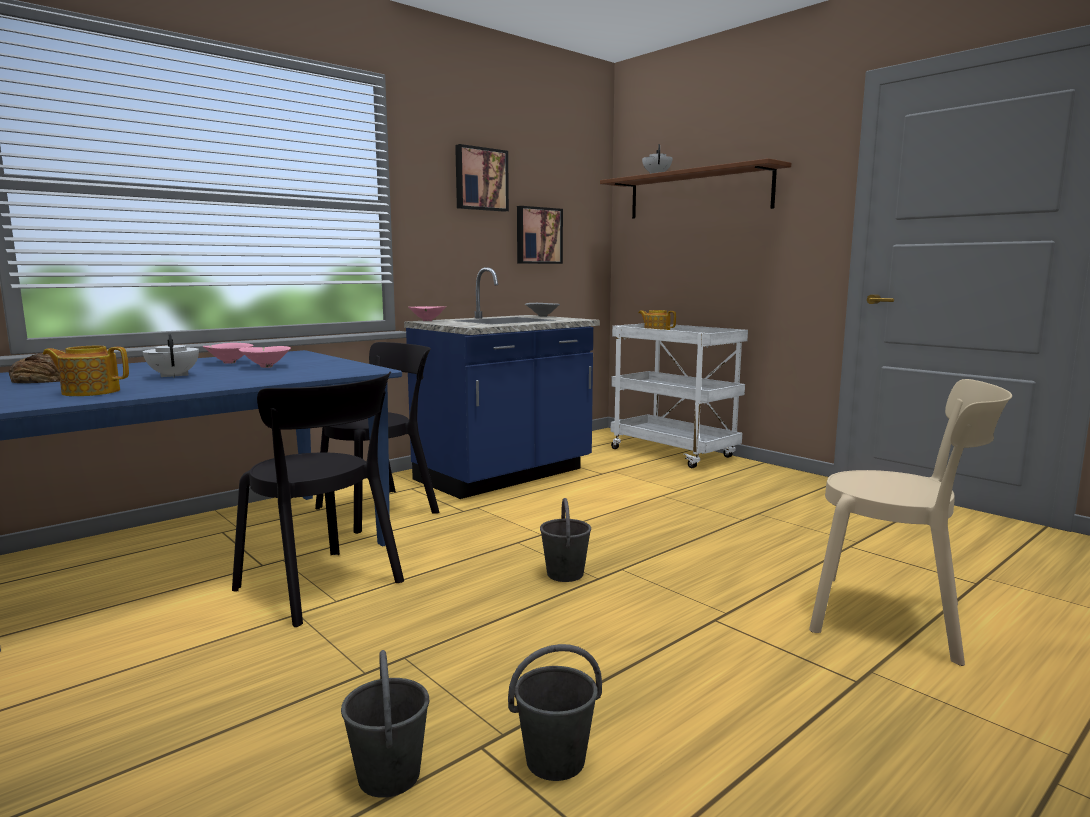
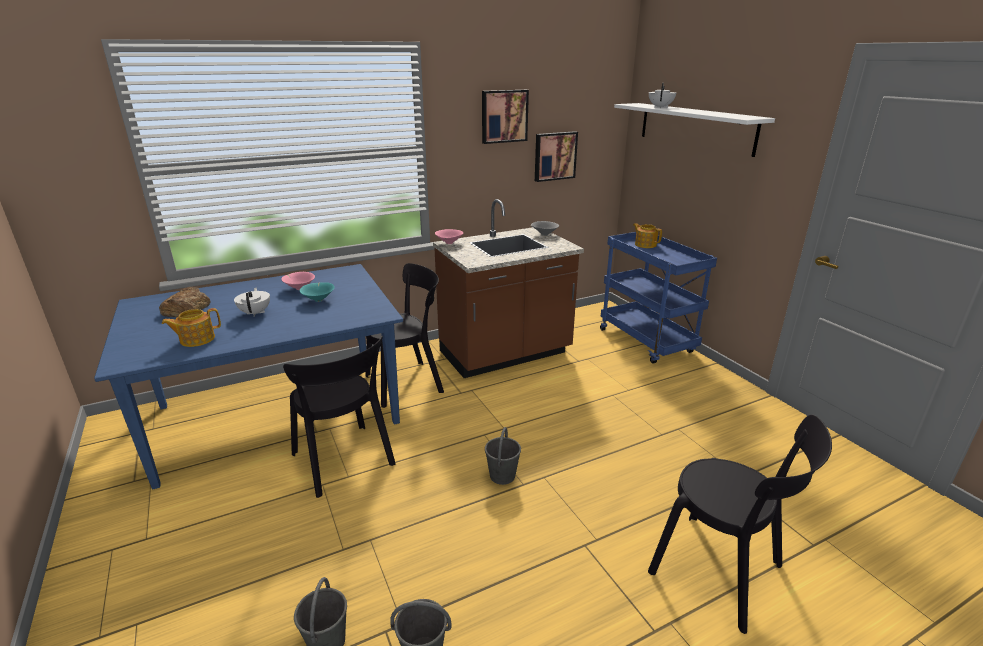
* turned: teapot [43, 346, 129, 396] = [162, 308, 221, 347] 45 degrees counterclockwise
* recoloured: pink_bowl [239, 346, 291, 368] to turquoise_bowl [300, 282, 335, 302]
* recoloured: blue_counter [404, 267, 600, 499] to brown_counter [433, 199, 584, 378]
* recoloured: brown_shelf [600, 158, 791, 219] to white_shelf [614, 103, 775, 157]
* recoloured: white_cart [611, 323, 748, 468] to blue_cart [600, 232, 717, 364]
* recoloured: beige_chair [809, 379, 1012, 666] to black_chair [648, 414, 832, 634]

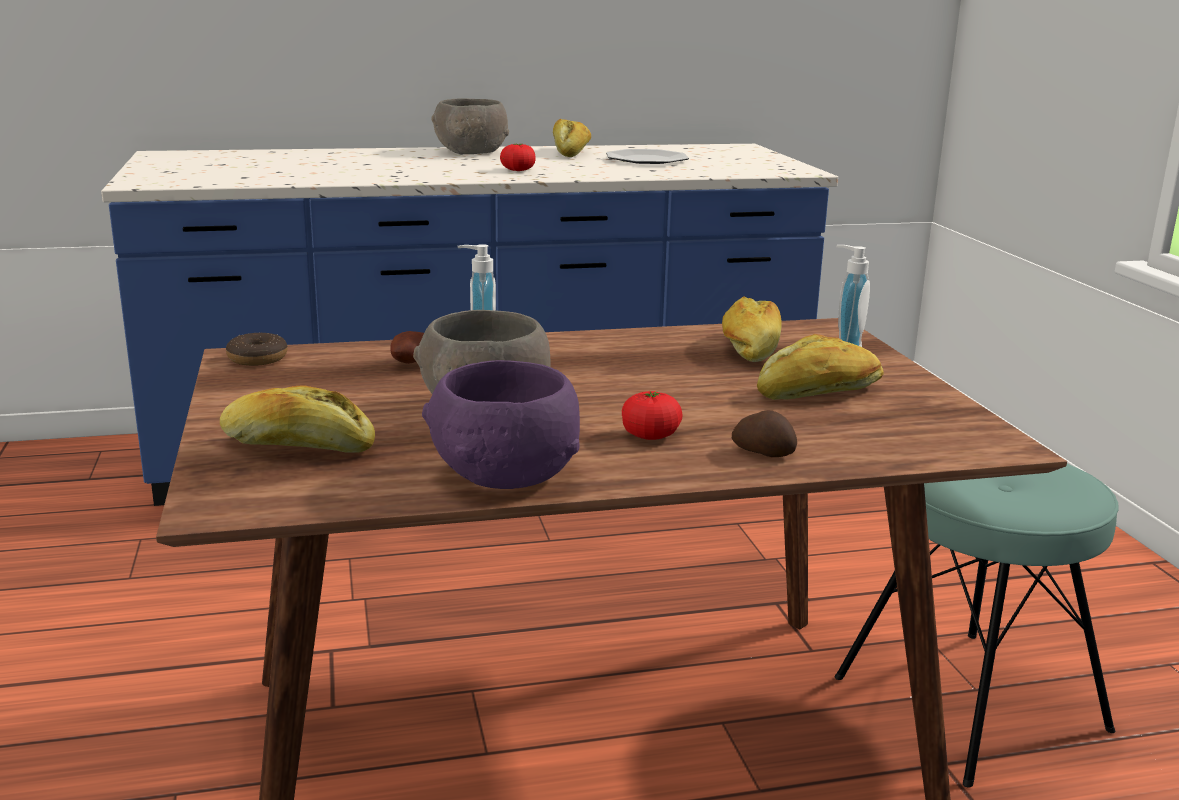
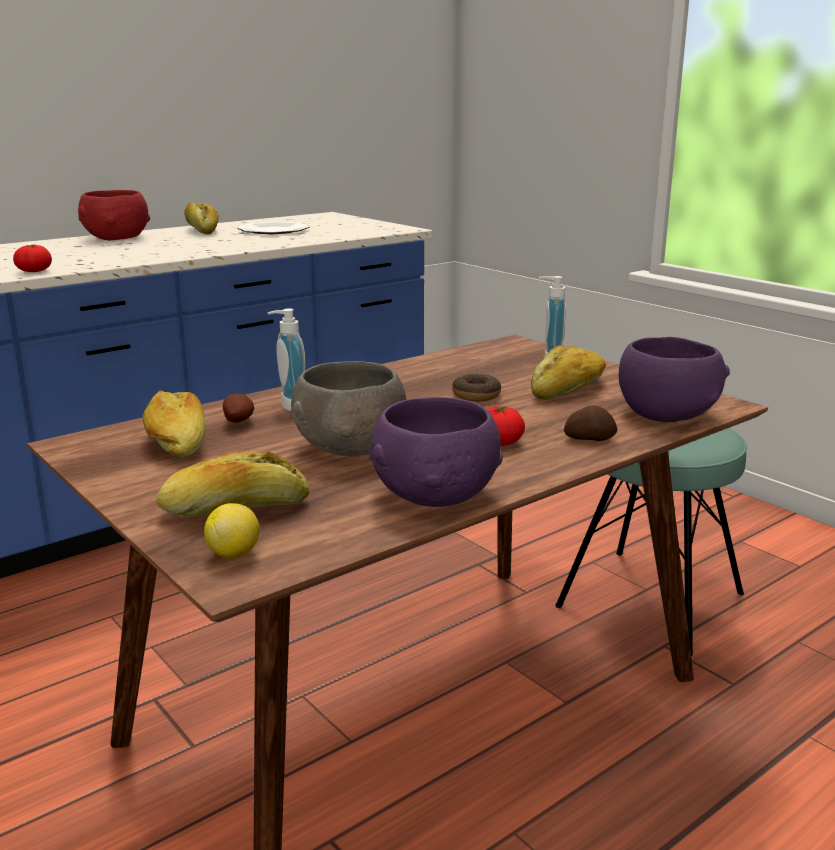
* moved: donut [226, 332, 288, 366] to [452, 374, 501, 401]
* recoloured: grey_bowl [431, 98, 509, 154] to red_bowl [78, 190, 150, 240]
* moved: tomato [500, 143, 536, 171] to [13, 245, 52, 272]
* moved: bread [722, 296, 782, 362] to [143, 390, 205, 457]
* added: lemon [204, 503, 260, 558]
* added: purple_bowl [619, 337, 730, 422]

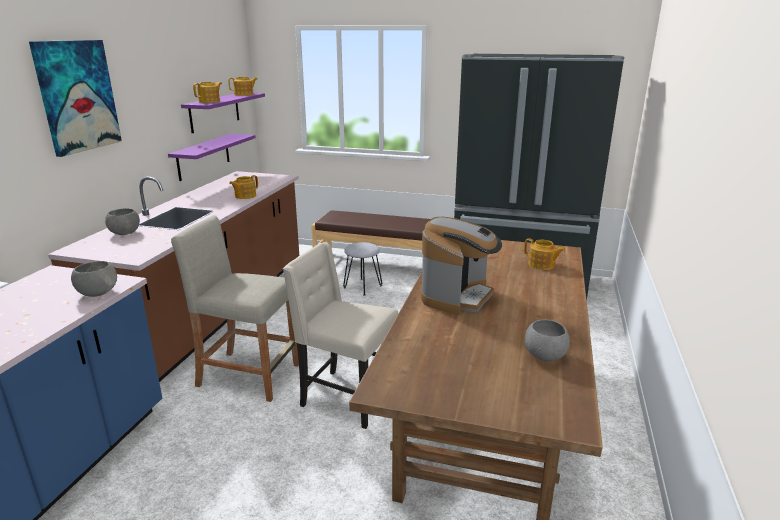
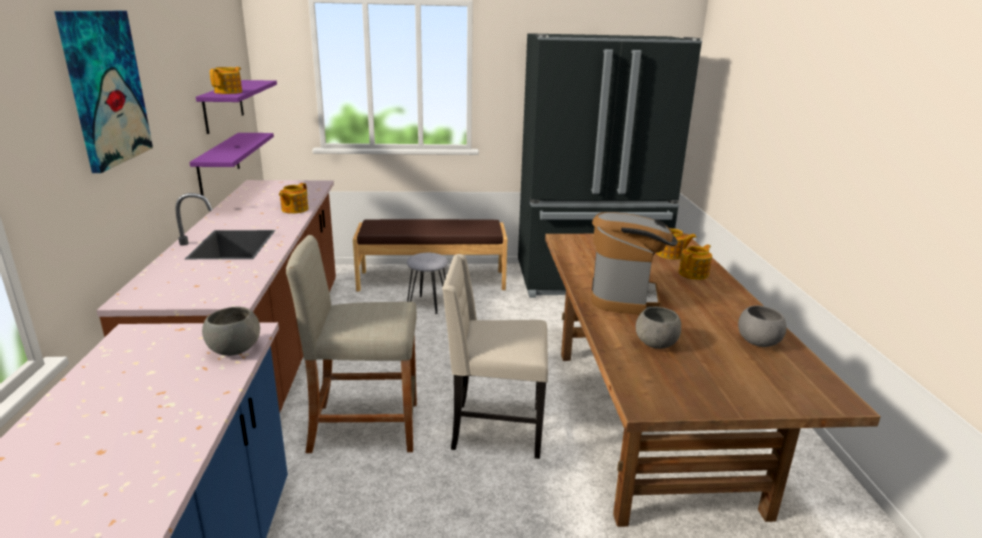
* moved: grey_bowl [105, 208, 140, 235] to [636, 307, 681, 349]
* moved: teapot [228, 77, 258, 96] to [679, 244, 712, 280]

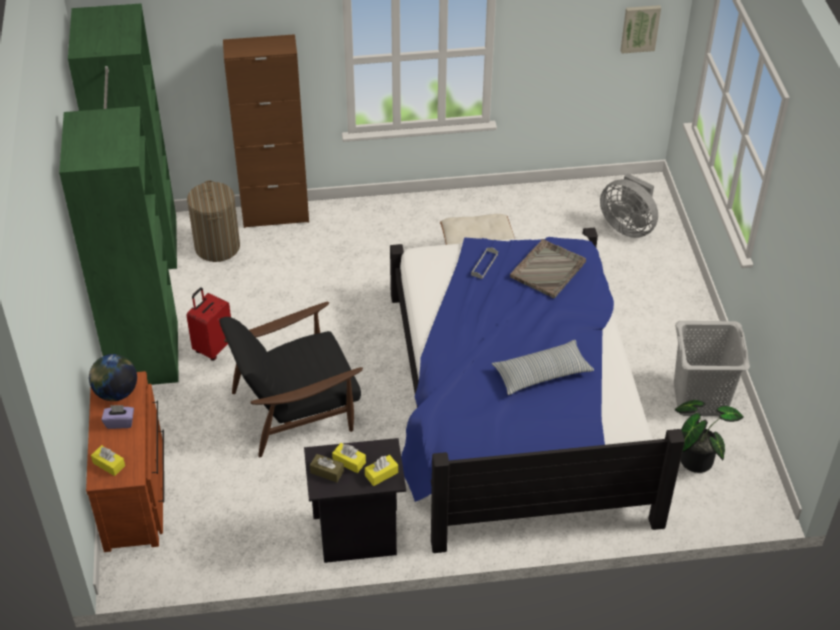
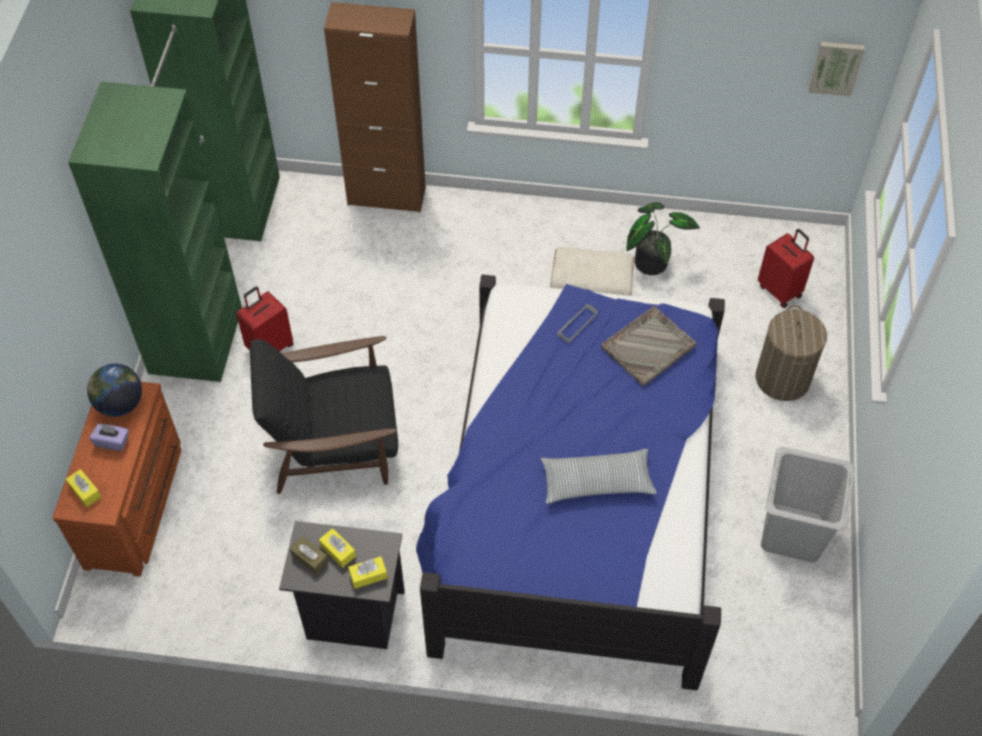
* moved: laundry_basket [187, 181, 240, 262] to [756, 305, 827, 401]
* replaced: grey_fan [600, 173, 658, 238] to red_suitcase [758, 229, 814, 308]
* moved: potted_plant [675, 400, 744, 473] to [626, 202, 700, 275]

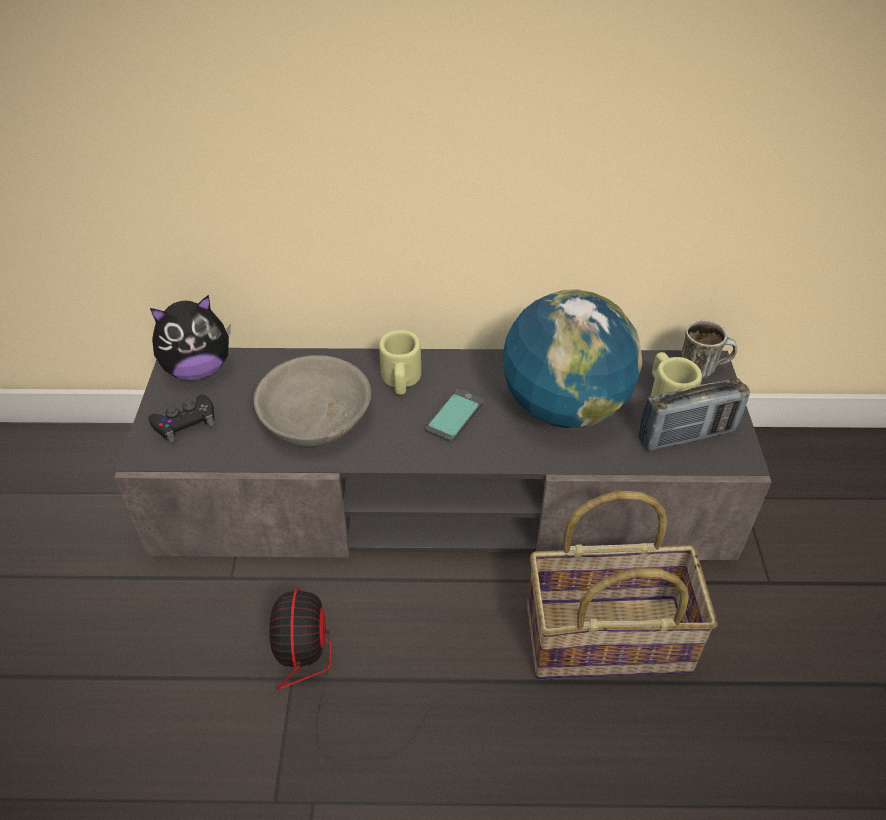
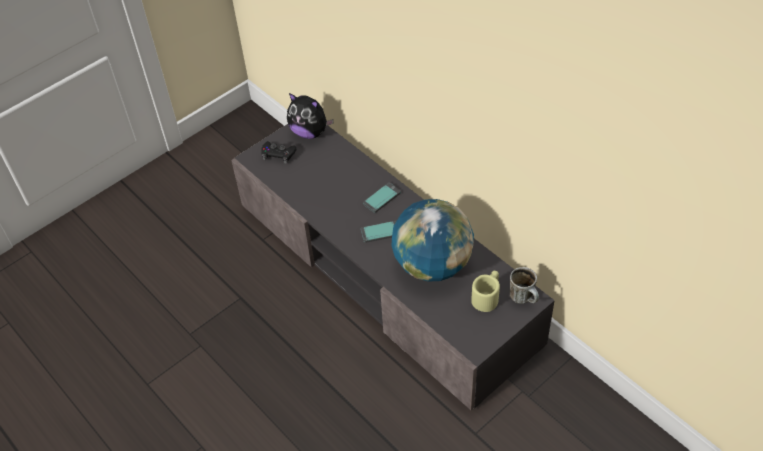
* removed: grey_bowl [254, 355, 371, 447]
* removed: fan [269, 588, 483, 761]
* replaced: beige_mug [379, 330, 421, 395] to phone [363, 183, 401, 213]
* removed: basket [527, 491, 718, 679]
* removed: radio [639, 378, 750, 451]

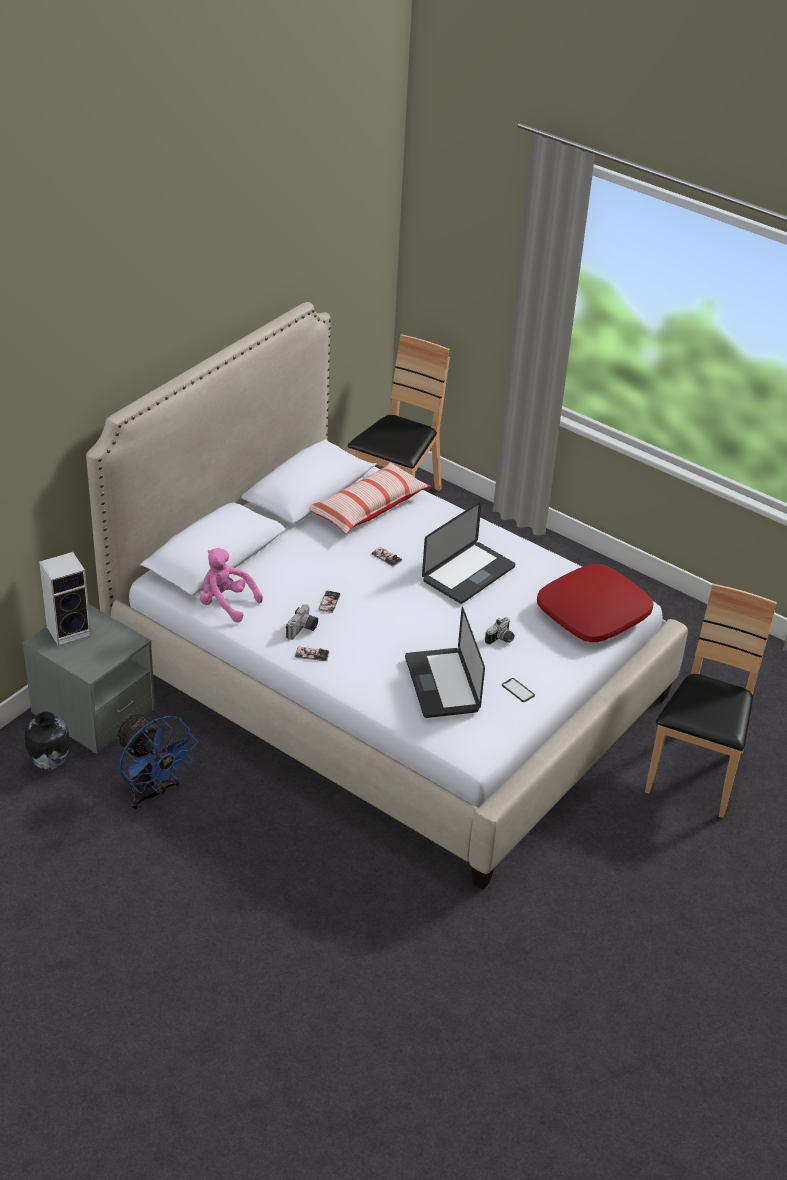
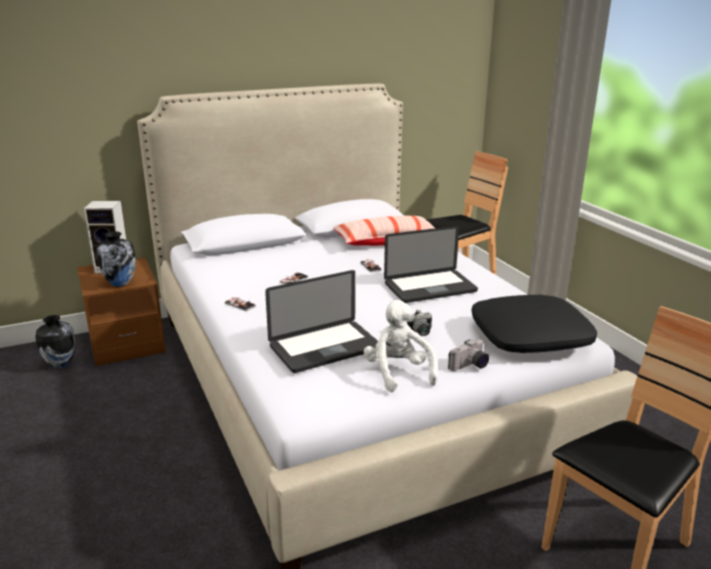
* recoloured: grey_nightstand [22, 604, 155, 754] to brown_nightstand [77, 257, 166, 366]
* removed: blue_fan [115, 713, 198, 810]
* removed: pink_plush_toy [200, 548, 263, 622]
* moved: photo_camera [286, 604, 318, 640] to [448, 339, 489, 371]
* turned: laptop [405, 607, 485, 718] = [265, 270, 378, 373] 135 degrees counterclockwise
* replaced: phone [502, 678, 535, 702] to white_plush_toy [364, 300, 438, 392]
* recoloured: red_pillow [537, 564, 653, 642] to black_pillow [472, 295, 597, 353]
* added: vase [97, 232, 136, 287]

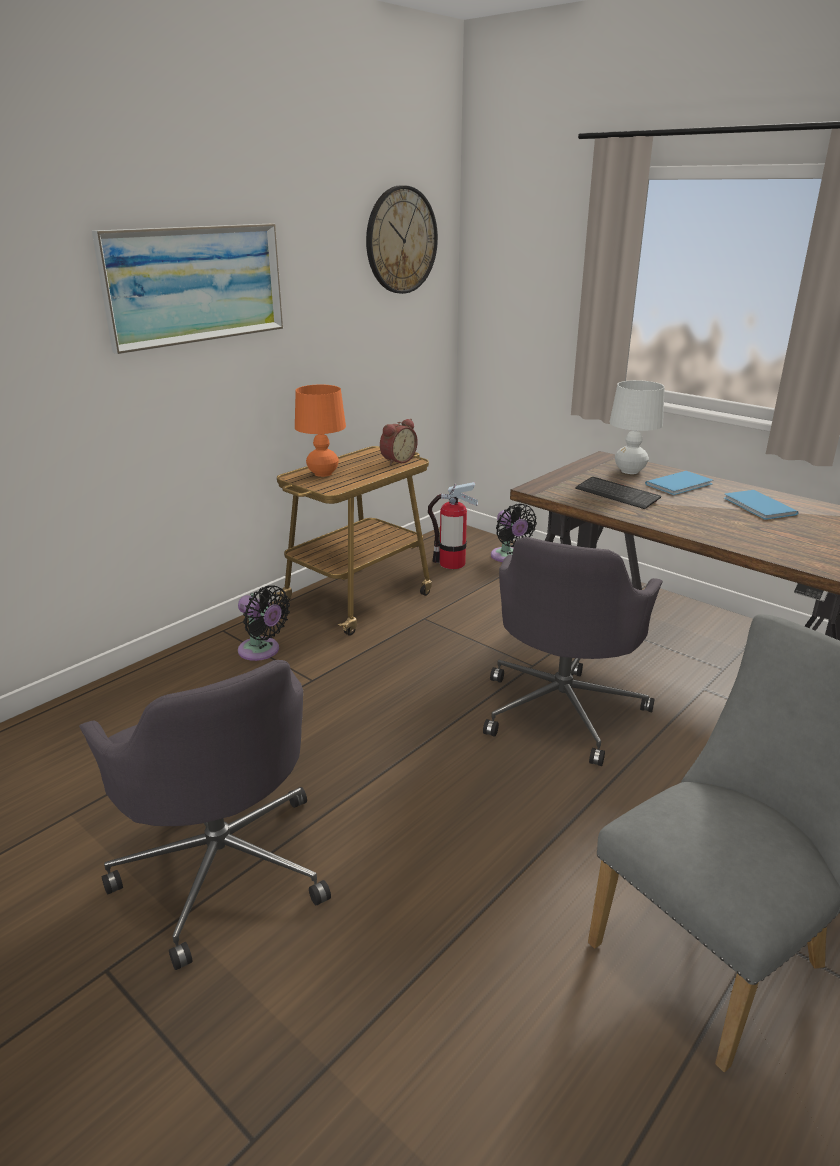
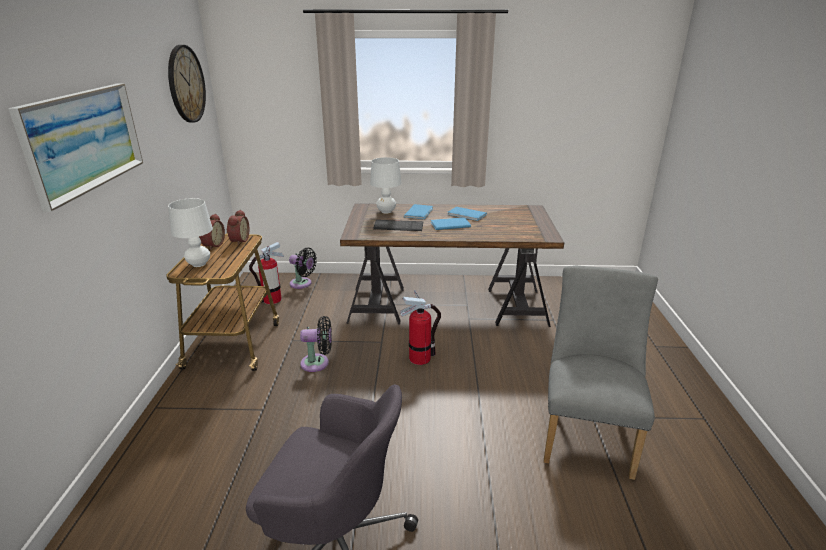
* moved: black_fan [238, 585, 290, 661] to [300, 316, 332, 372]
* recoloured: orange_table_lamp [295, 385, 346, 477] to white_table_lamp [168, 198, 213, 267]
* replaced: grey_office_chair [483, 537, 663, 766] to fire_extinguisher [400, 290, 441, 365]
* added: alarm_clock [199, 214, 225, 250]
* added: blue_book [431, 217, 471, 230]

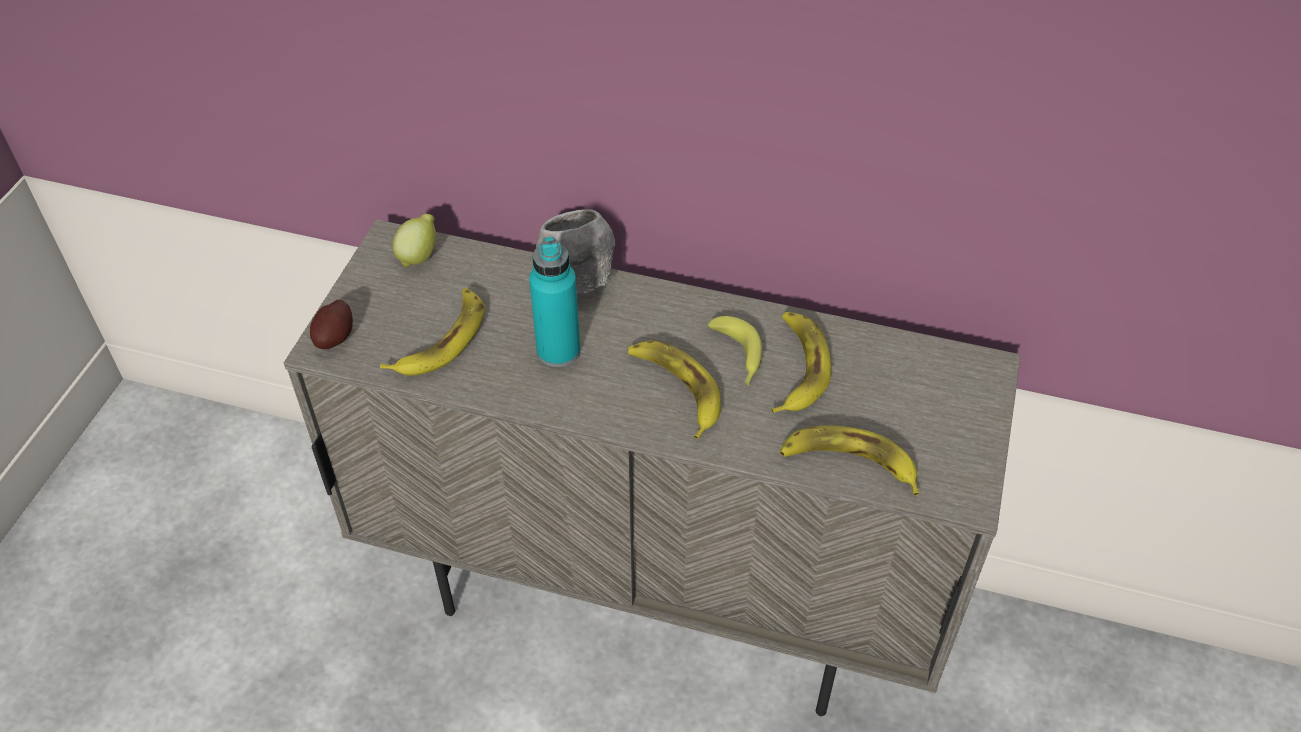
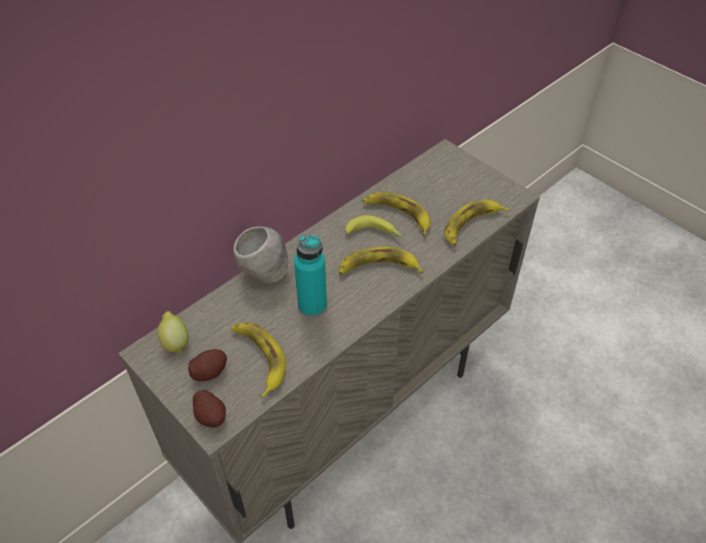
* added: potato [188, 349, 227, 381]

